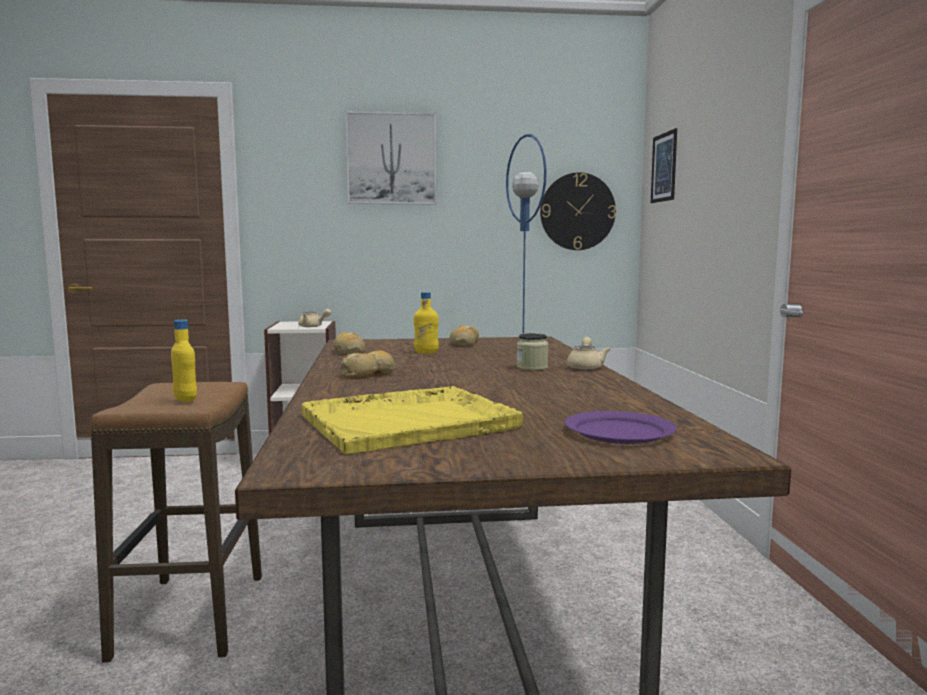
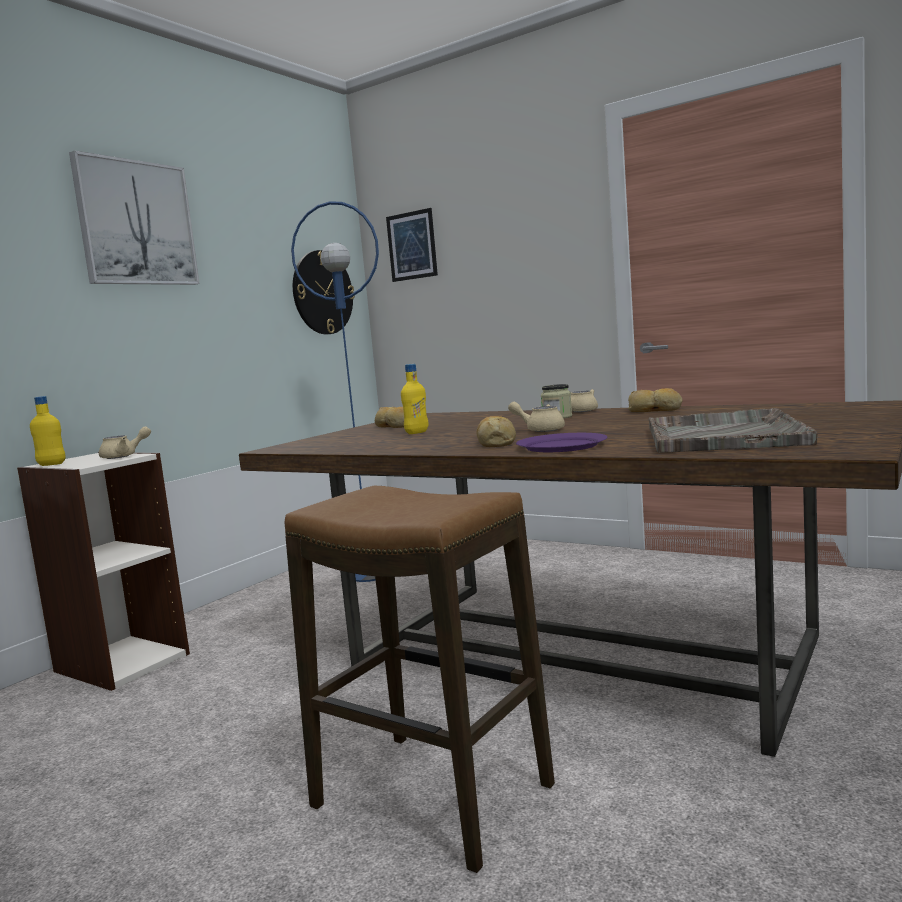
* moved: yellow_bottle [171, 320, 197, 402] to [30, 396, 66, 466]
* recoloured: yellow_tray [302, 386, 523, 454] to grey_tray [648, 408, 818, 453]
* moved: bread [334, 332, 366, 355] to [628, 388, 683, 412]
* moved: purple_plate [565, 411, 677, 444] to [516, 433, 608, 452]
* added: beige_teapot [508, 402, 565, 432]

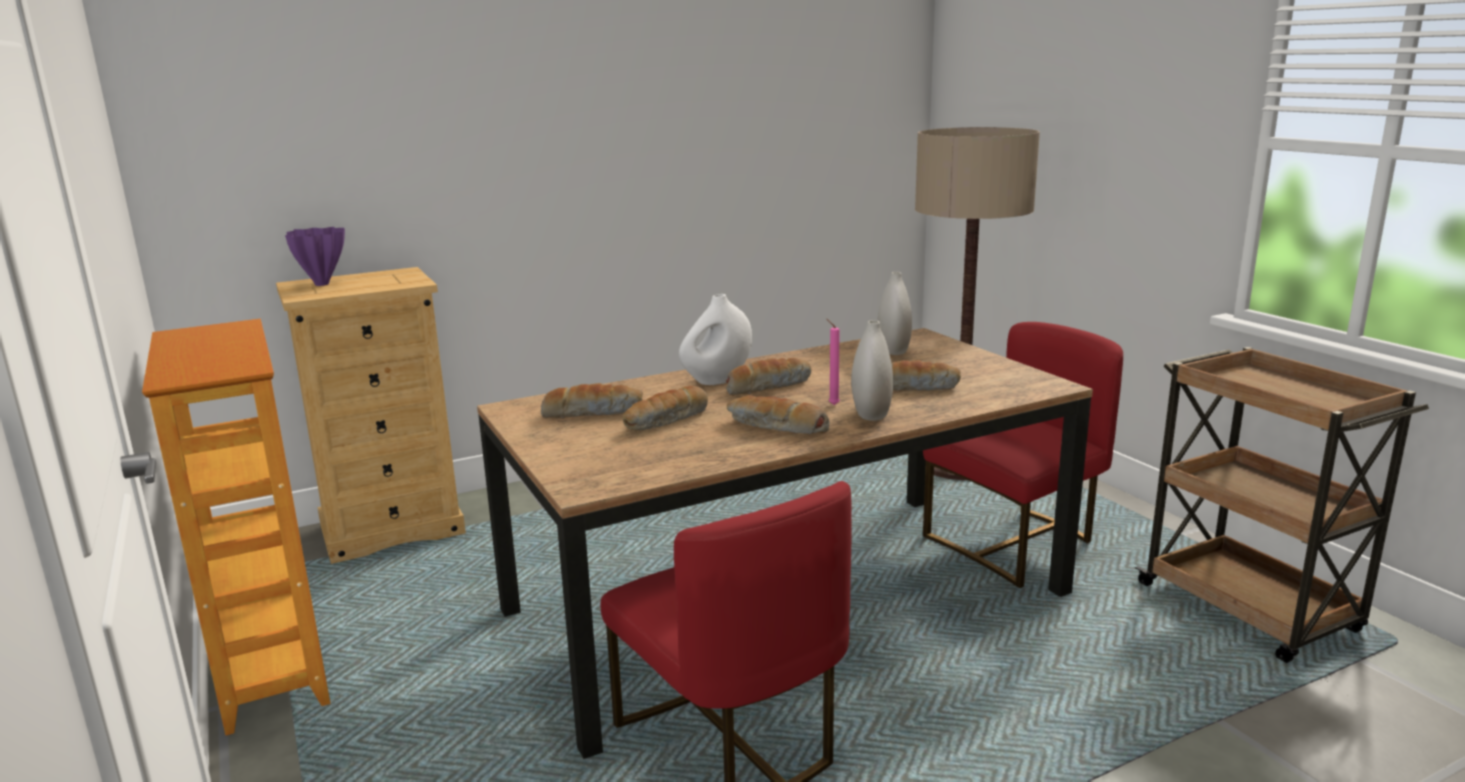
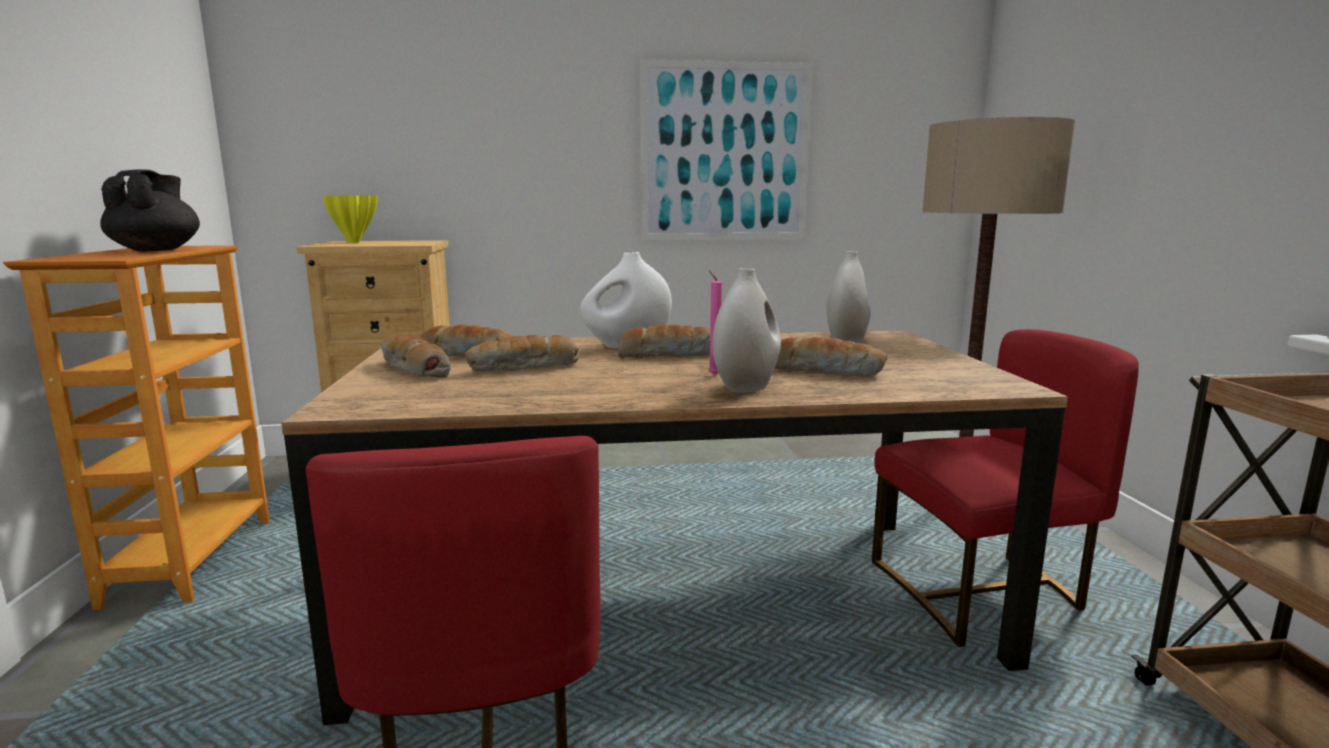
* recoloured: purple_vase [285, 227, 345, 286] to yellow_vase [323, 195, 378, 243]
* moved: bread [727, 395, 830, 434] to [381, 334, 451, 378]
* added: black_teapot [100, 169, 200, 252]
* added: picture [640, 59, 813, 240]

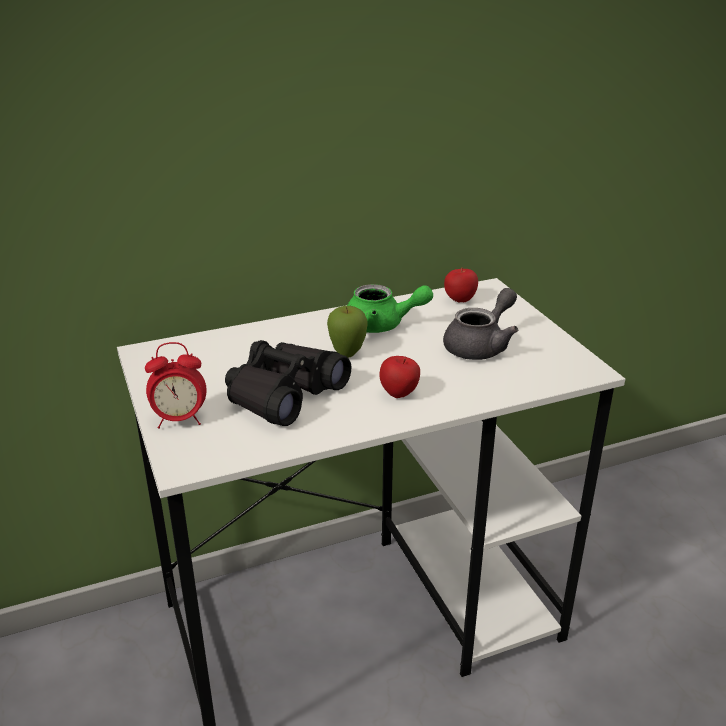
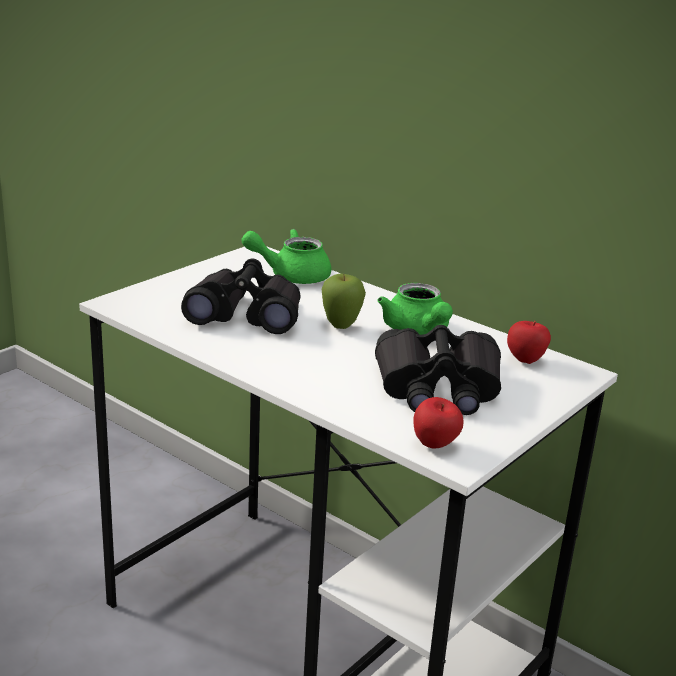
* removed: alarm_clock [145, 342, 207, 429]
* moved: apple [379, 356, 420, 398] to [413, 397, 463, 449]
* replaced: grey_teapot [443, 288, 518, 360] to black_binoculars [375, 325, 501, 415]
* added: green_teapot [242, 229, 331, 284]

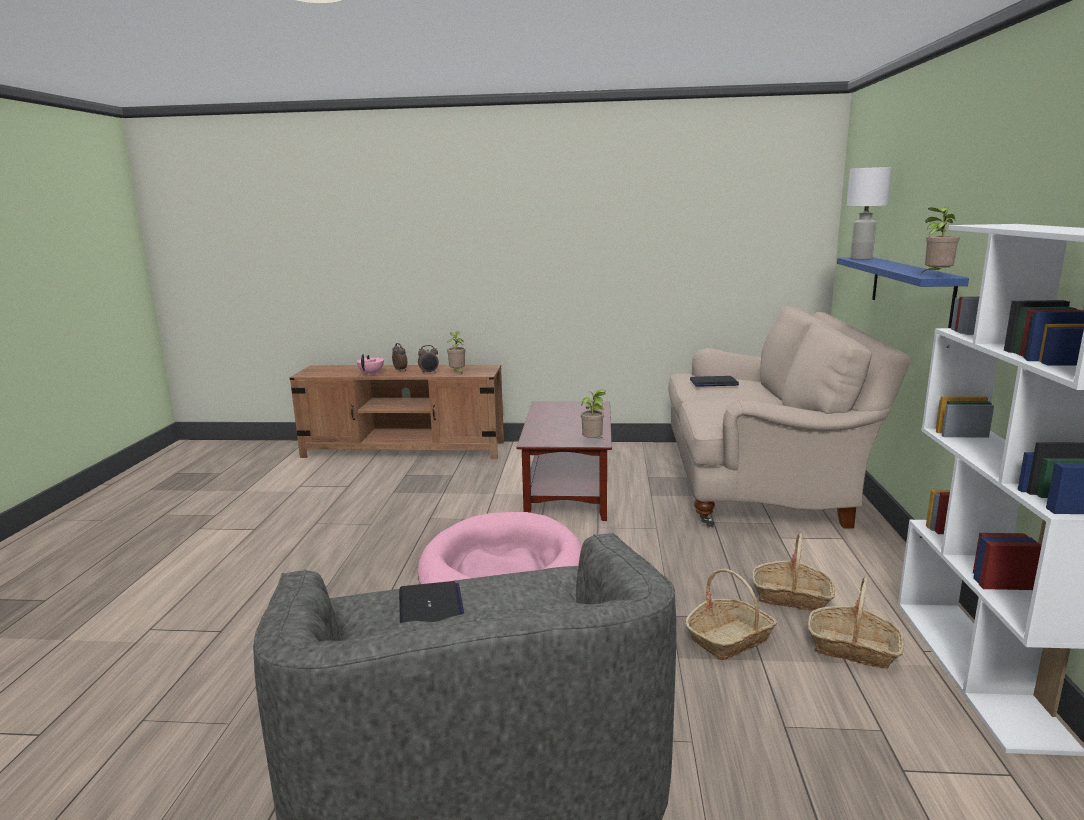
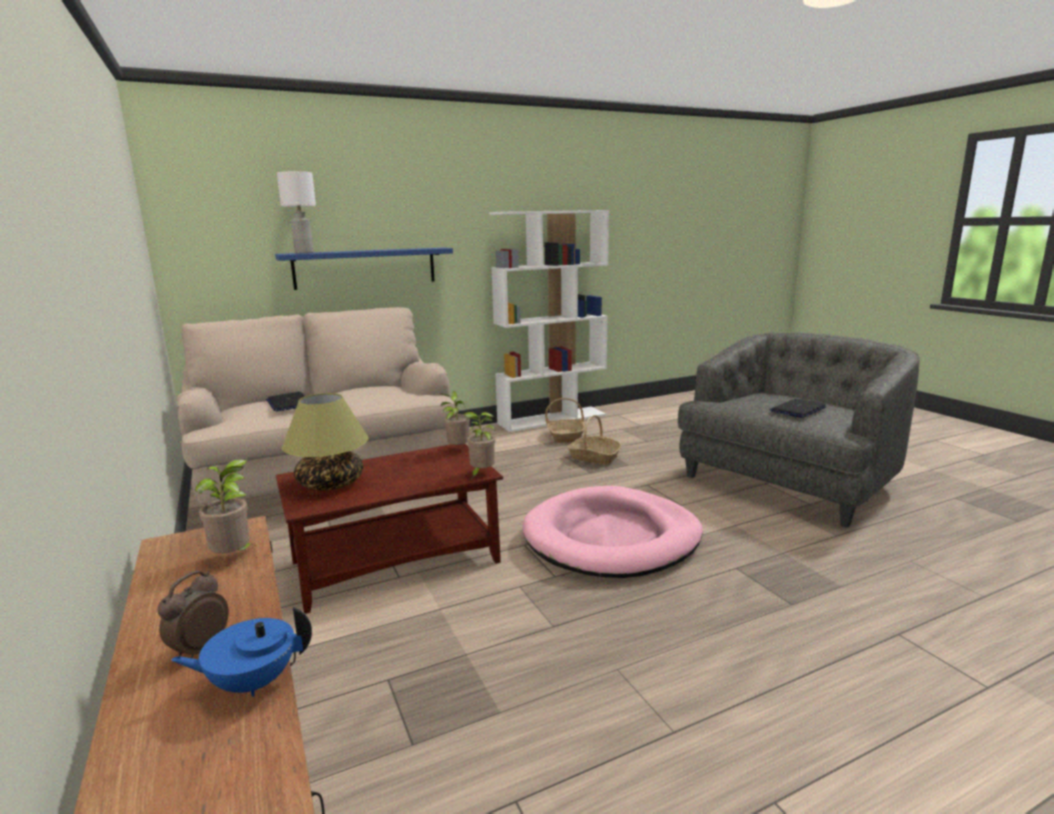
* recoloured: pink_teapot [357, 354, 384, 375] to blue_teapot [171, 607, 312, 697]
* removed: alarm_clock [418, 345, 439, 374]
* removed: basket [752, 533, 835, 611]
* moved: potted_plant [921, 206, 960, 274] to [463, 412, 495, 478]
* added: table_lamp [282, 393, 368, 490]

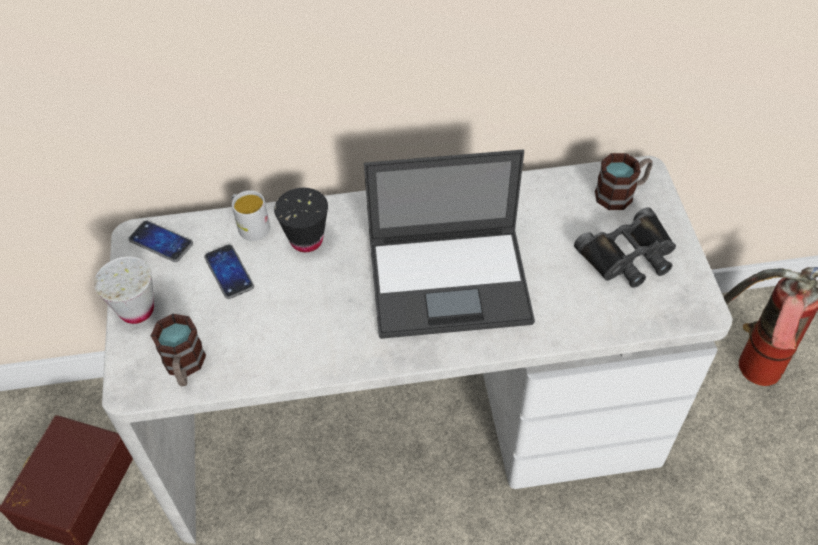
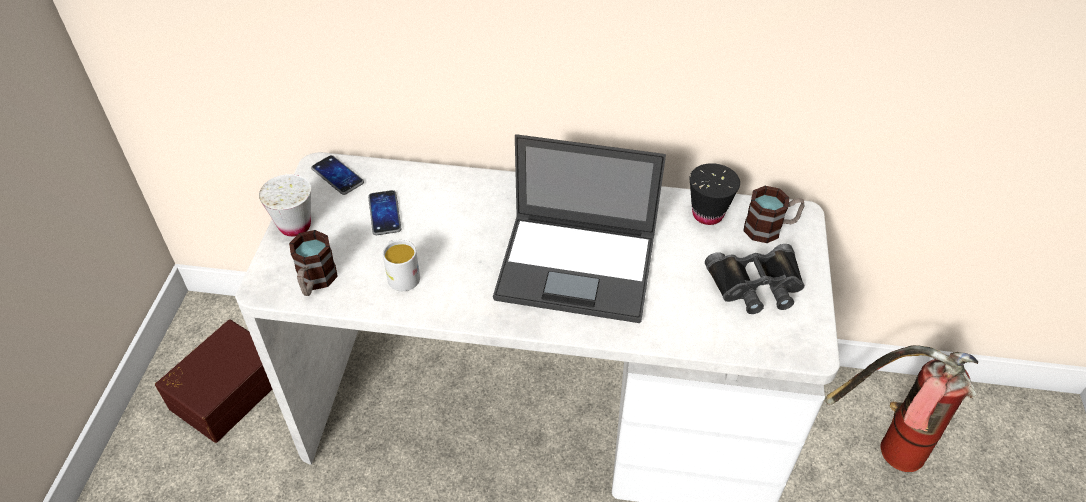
* moved: white_mug [231, 190, 270, 241] to [383, 240, 420, 291]
* moved: black_cup [274, 188, 328, 252] to [690, 163, 740, 225]

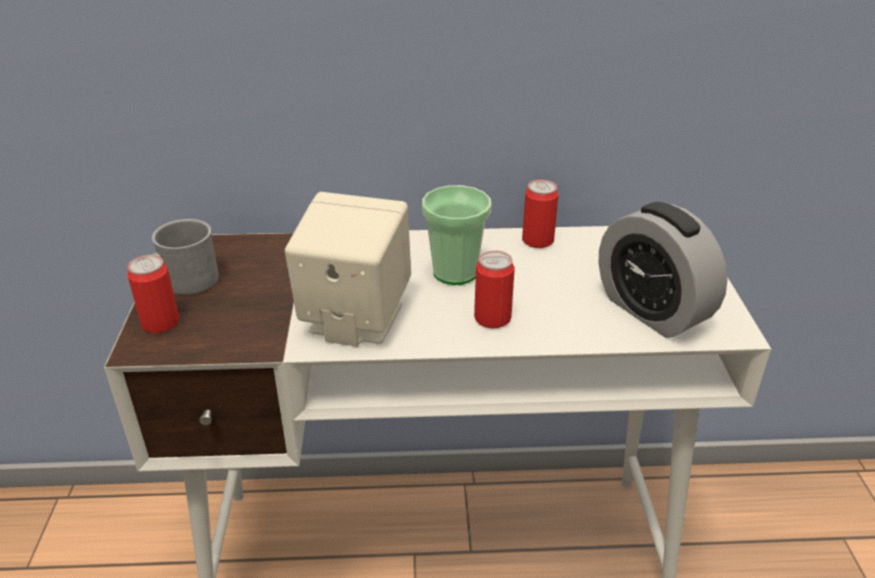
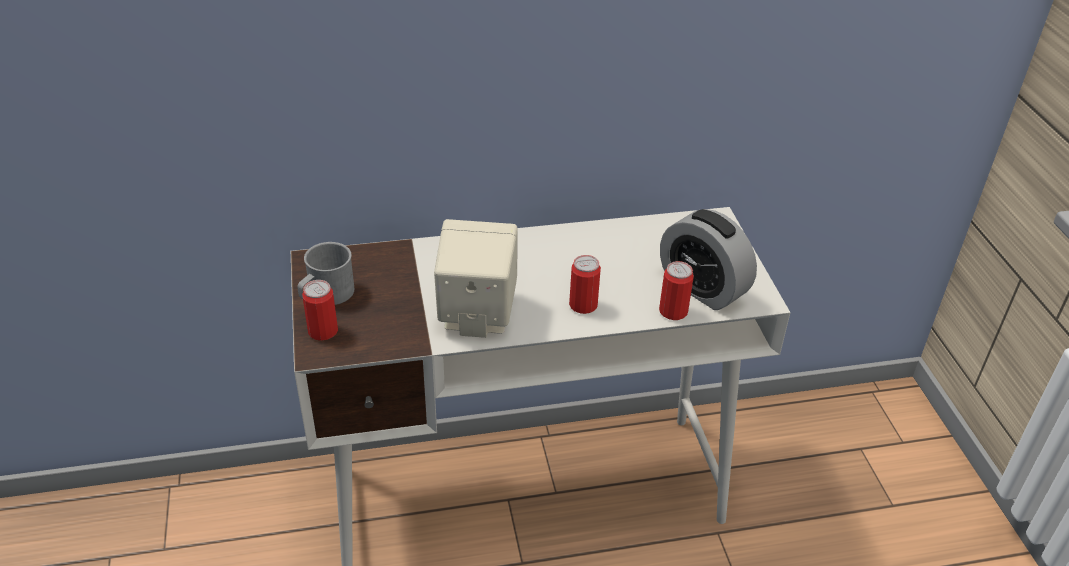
* removed: cup [422, 185, 492, 285]
* moved: can [522, 180, 558, 248] to [659, 261, 694, 320]

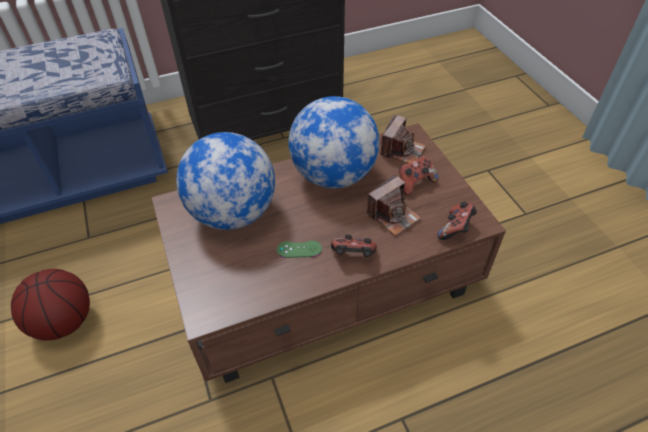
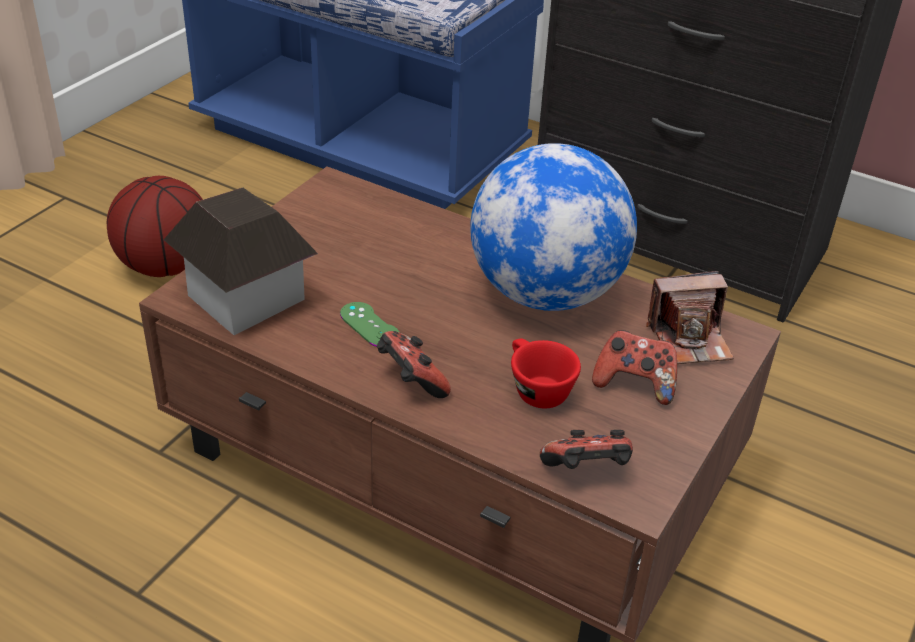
* removed: globe [176, 132, 275, 230]
* replaced: photo_camera [367, 175, 421, 236] to red_cup [511, 339, 581, 408]
* added: toy_house [164, 188, 318, 335]

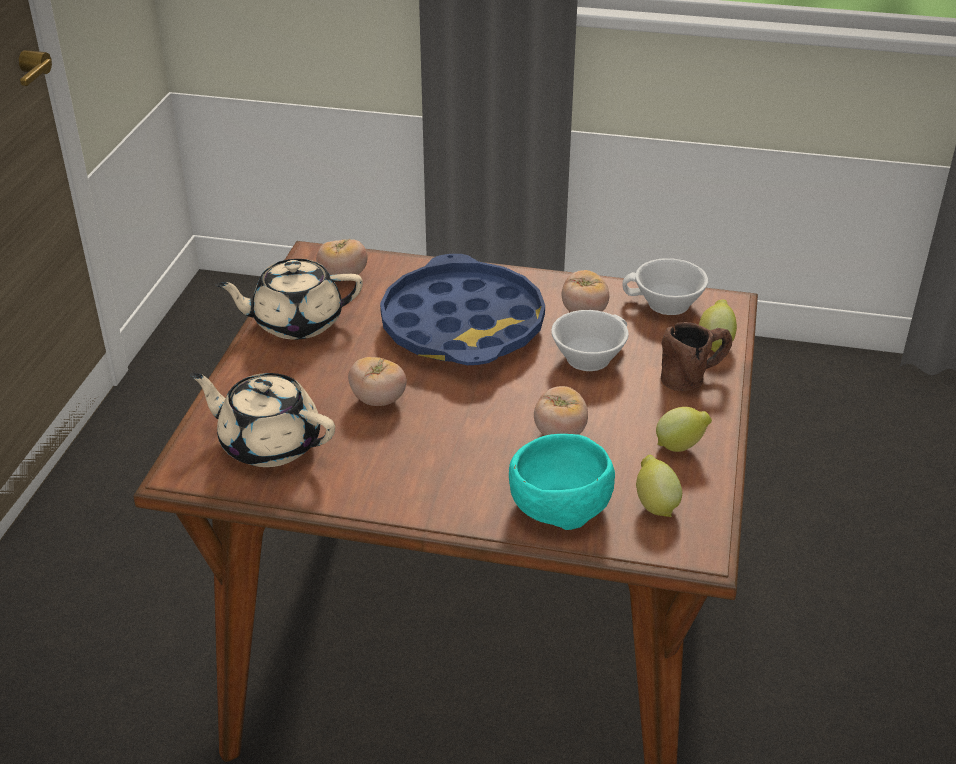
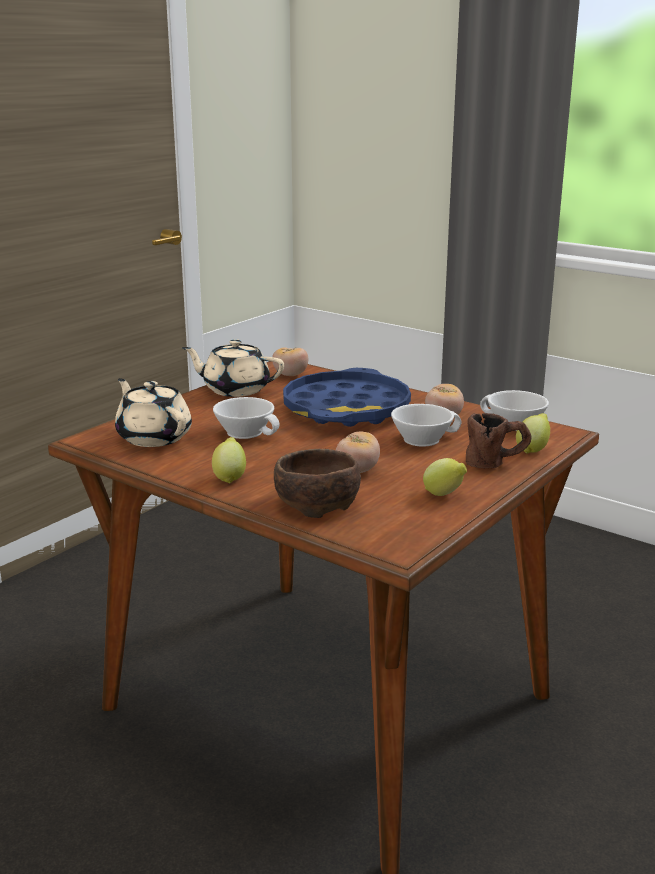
* replaced: tomato [348, 357, 407, 406] to white_cup [213, 397, 280, 439]
* recoloured: turquoise_bowl [509, 434, 615, 530] to brown_bowl [274, 449, 361, 518]
* moved: lemon [636, 455, 682, 517] to [212, 437, 246, 483]

